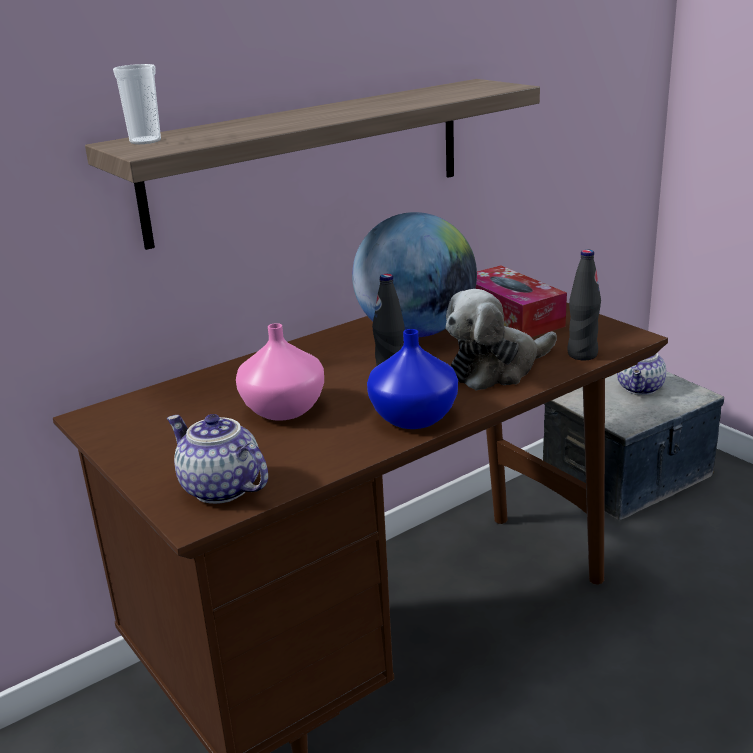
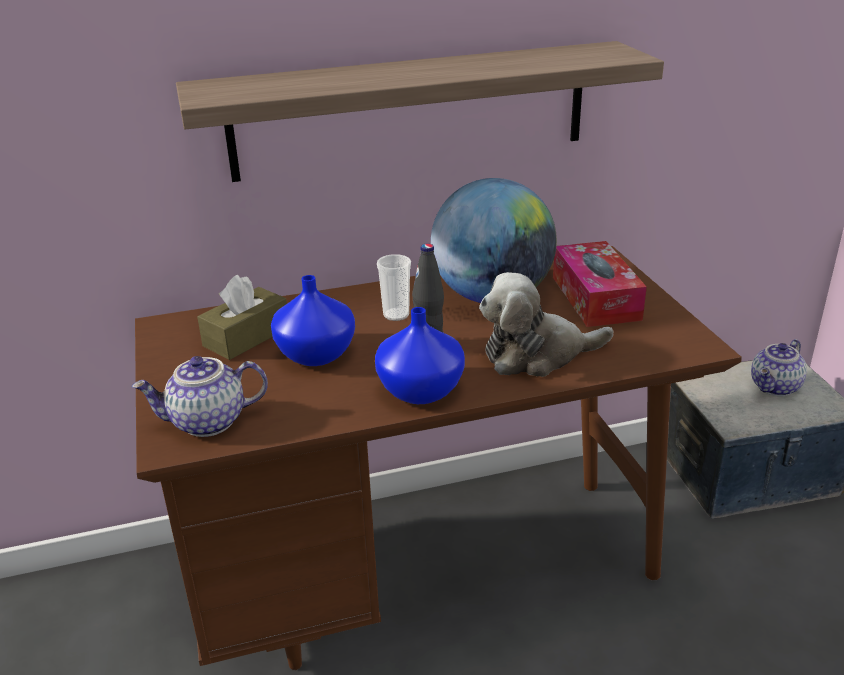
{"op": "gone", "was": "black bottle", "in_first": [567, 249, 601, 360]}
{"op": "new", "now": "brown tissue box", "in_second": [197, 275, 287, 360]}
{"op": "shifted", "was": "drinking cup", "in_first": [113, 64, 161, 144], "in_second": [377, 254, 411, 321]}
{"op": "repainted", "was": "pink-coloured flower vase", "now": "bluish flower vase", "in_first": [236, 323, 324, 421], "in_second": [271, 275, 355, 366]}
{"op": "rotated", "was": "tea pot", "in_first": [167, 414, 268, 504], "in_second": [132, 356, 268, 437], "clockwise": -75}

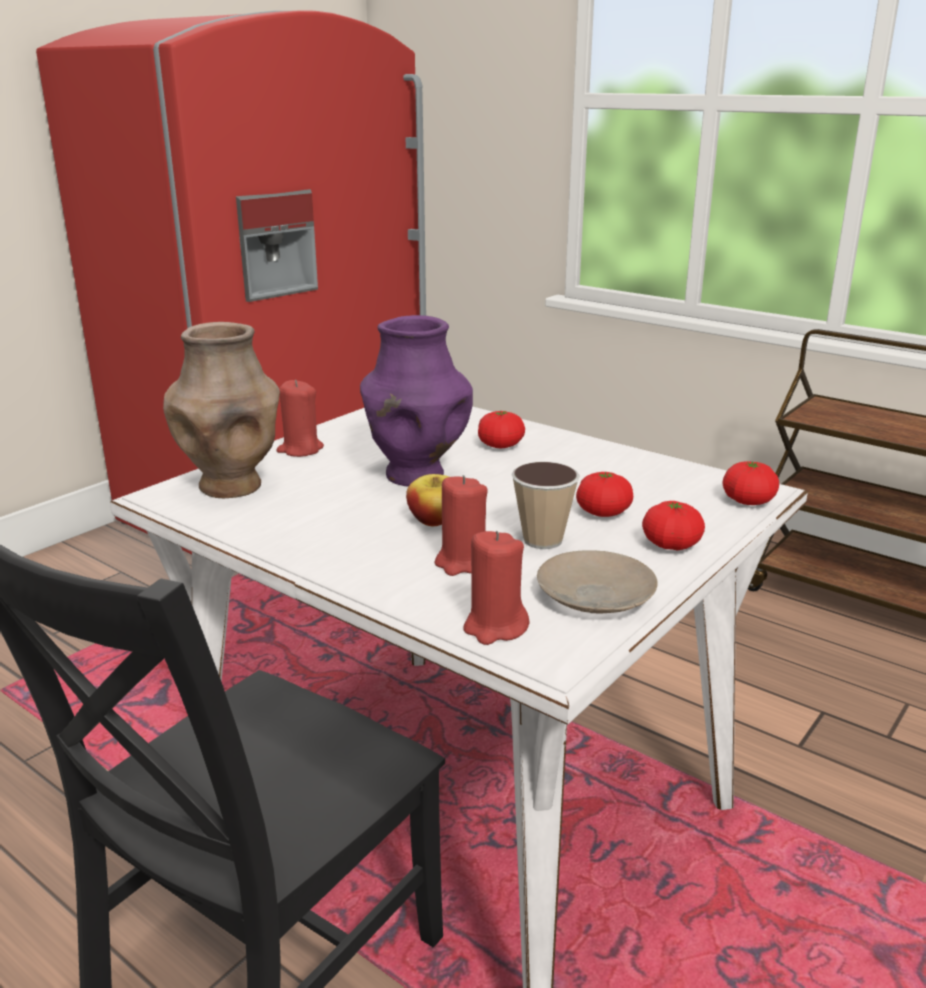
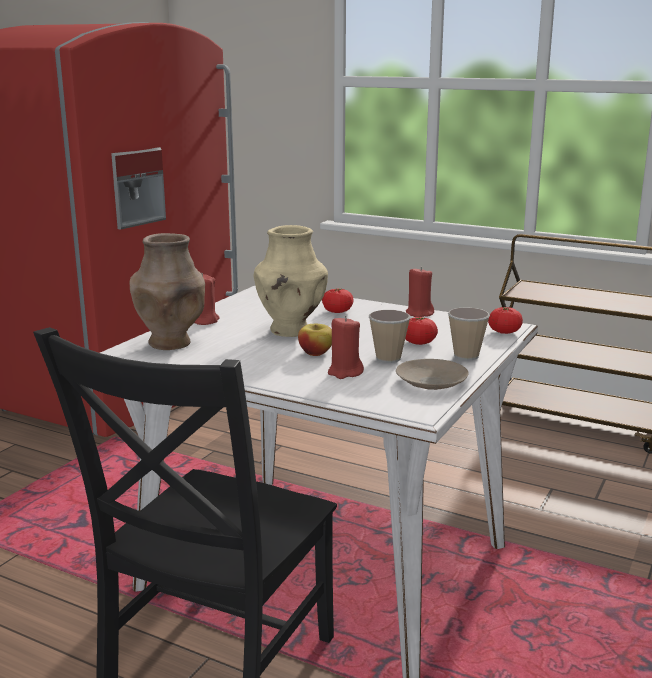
{"op": "shifted", "was": "reddish wax light", "in_first": [463, 531, 529, 645], "in_second": [406, 267, 434, 317]}
{"op": "swapped", "was": "whole tomato", "now": "drinking cup", "in_first": [642, 501, 705, 550], "in_second": [448, 308, 490, 360]}
{"op": "repainted", "was": "purplish flower vase", "now": "sand-coloured flower vase", "in_first": [360, 315, 473, 487], "in_second": [254, 225, 328, 337]}

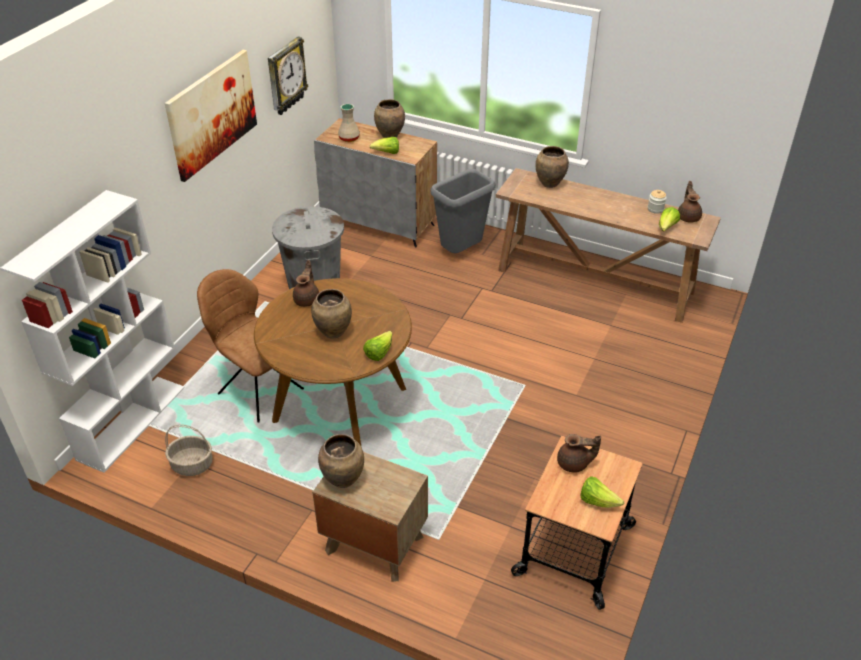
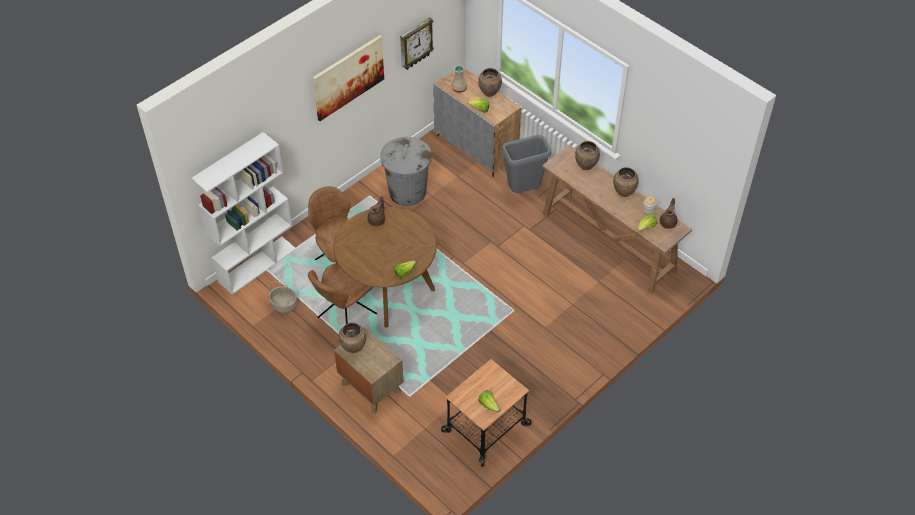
{"op": "gone", "was": "brown tea pot", "in_first": [557, 434, 601, 472]}
{"op": "new", "now": "brown chair", "in_second": [308, 263, 377, 324]}
{"op": "shifted", "was": "brown flower vase", "in_first": [311, 289, 352, 338], "in_second": [613, 167, 639, 197]}

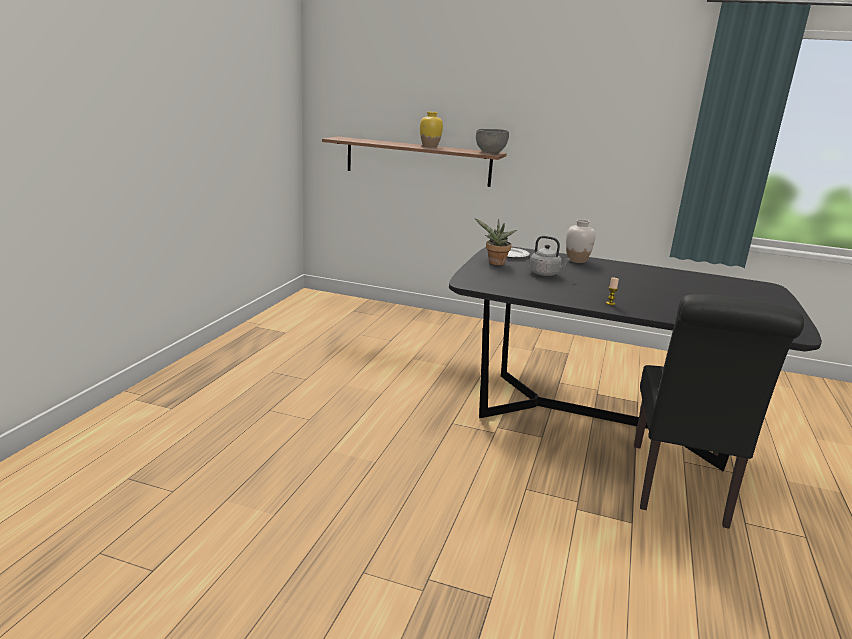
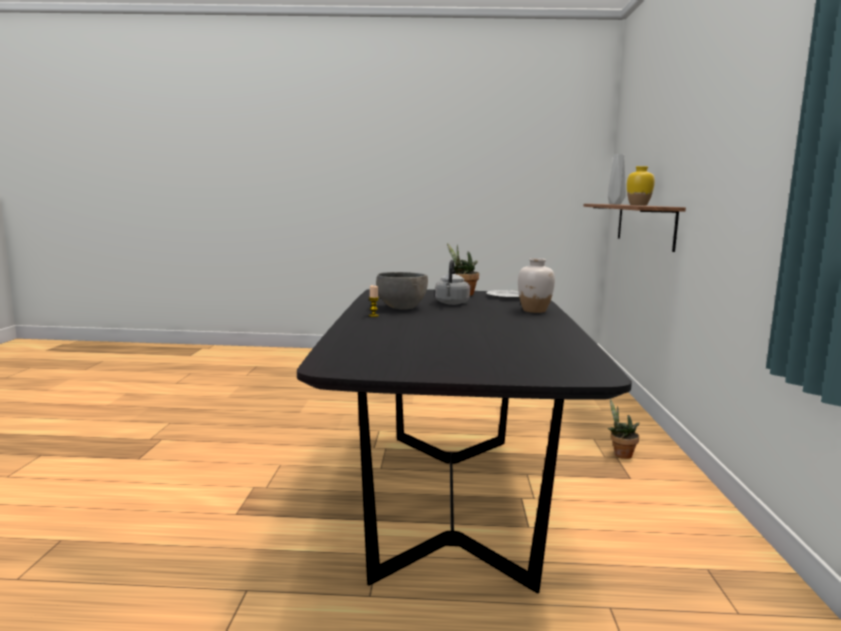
{"op": "gone", "was": "black chair", "in_first": [634, 294, 804, 529]}
{"op": "new", "now": "gray flower vase", "in_second": [608, 154, 626, 204]}
{"op": "new", "now": "houseplant", "in_second": [608, 399, 639, 459]}
{"op": "shifted", "was": "gray bowl", "in_first": [476, 129, 509, 153], "in_second": [376, 272, 428, 310]}

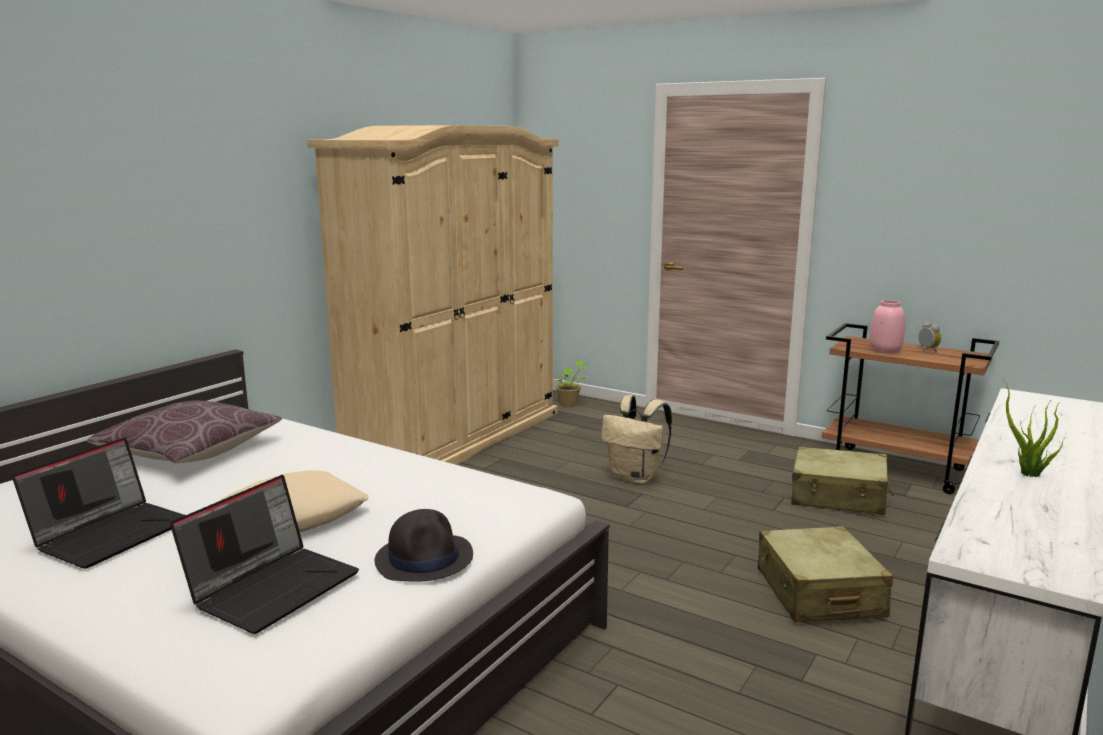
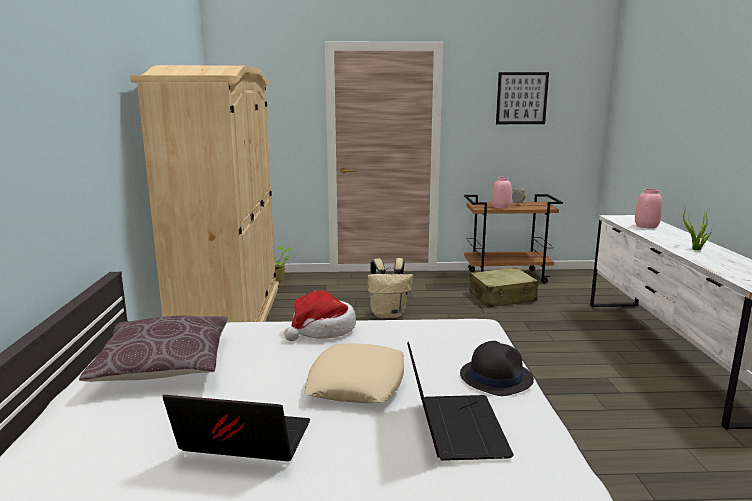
{"op": "gone", "was": "sand-coloured piece of luggage", "in_first": [758, 526, 893, 622]}
{"op": "new", "now": "wearable hat", "in_second": [284, 291, 356, 341]}
{"op": "new", "now": "wall picture", "in_second": [496, 72, 549, 124]}
{"op": "new", "now": "pink-coloured flower vase", "in_second": [635, 189, 662, 229]}
{"op": "rotated", "was": "notebook computer", "in_first": [12, 437, 185, 569], "in_second": [163, 395, 310, 461], "clockwise": -75}

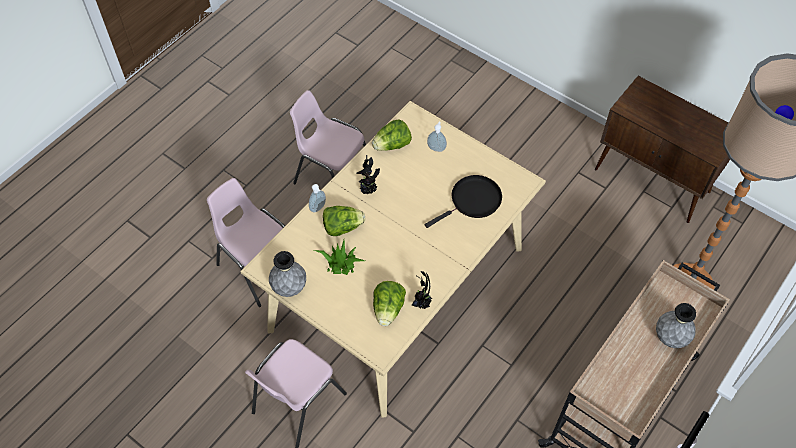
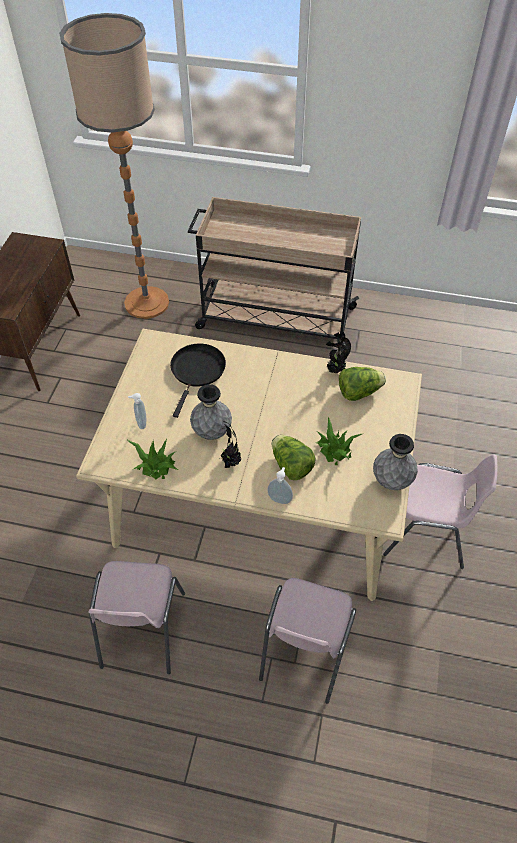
{"op": "shifted", "was": "gray flower vase", "in_first": [656, 303, 696, 348], "in_second": [190, 384, 232, 440]}
{"op": "swapped", "was": "lettuce head", "now": "houseplant", "in_first": [372, 119, 412, 151], "in_second": [128, 439, 178, 480]}
{"op": "rotated", "was": "black frying pan", "in_first": [425, 175, 502, 228], "in_second": [170, 344, 226, 418], "clockwise": 75}

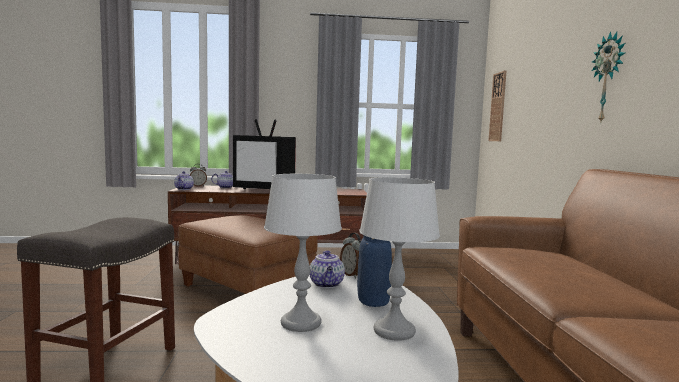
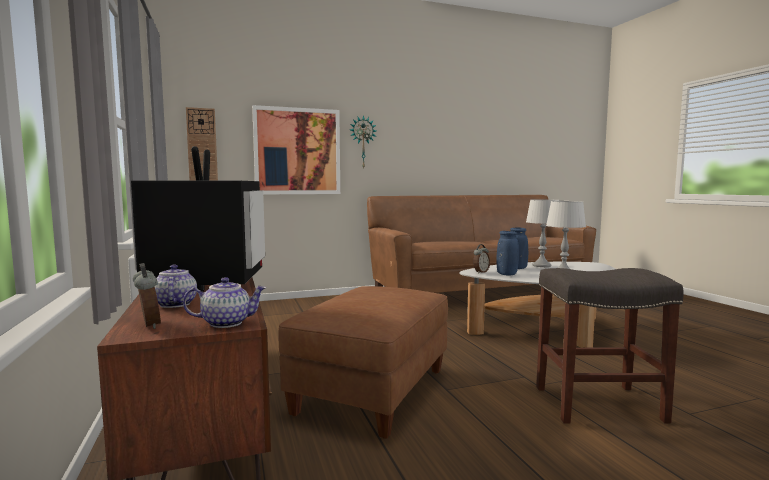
{"op": "new", "now": "wall picture", "in_second": [252, 105, 340, 194]}
{"op": "swapped", "was": "tea pot", "now": "bluish flower vase", "in_first": [309, 250, 345, 288], "in_second": [496, 231, 519, 276]}

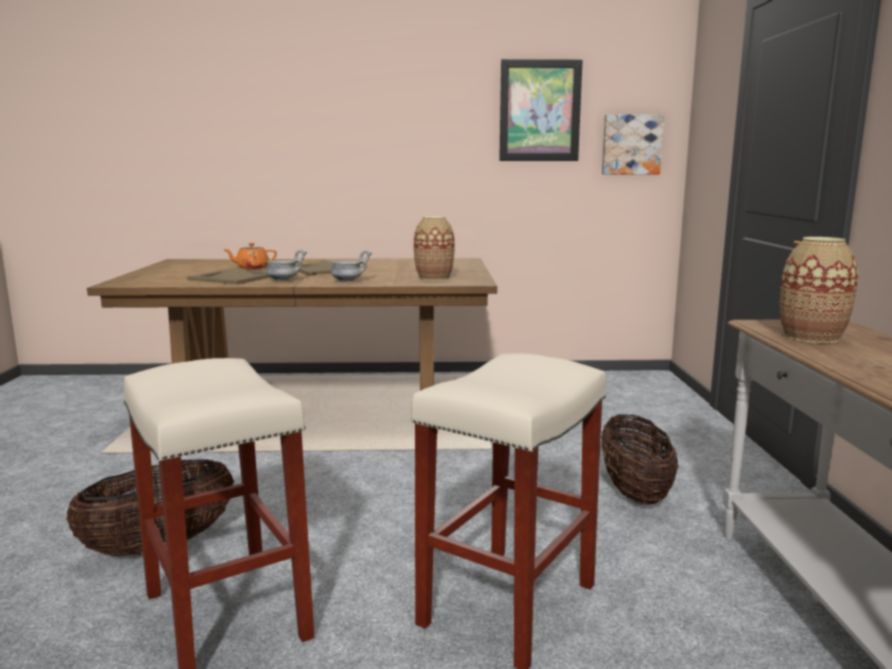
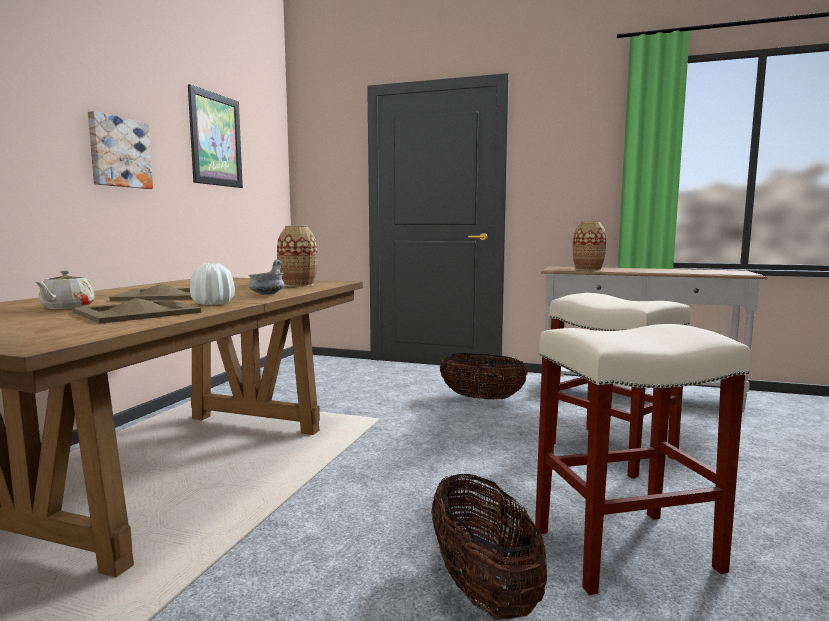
{"op": "shifted", "was": "wall picture", "in_first": [602, 115, 664, 174], "in_second": [88, 111, 153, 189]}
{"op": "swapped", "was": "gray bowl", "now": "white flower vase", "in_first": [266, 250, 307, 281], "in_second": [190, 263, 235, 305]}
{"op": "repainted", "was": "orangey tea pot", "now": "sand-coloured tea pot", "in_first": [223, 243, 277, 269], "in_second": [35, 270, 95, 309]}

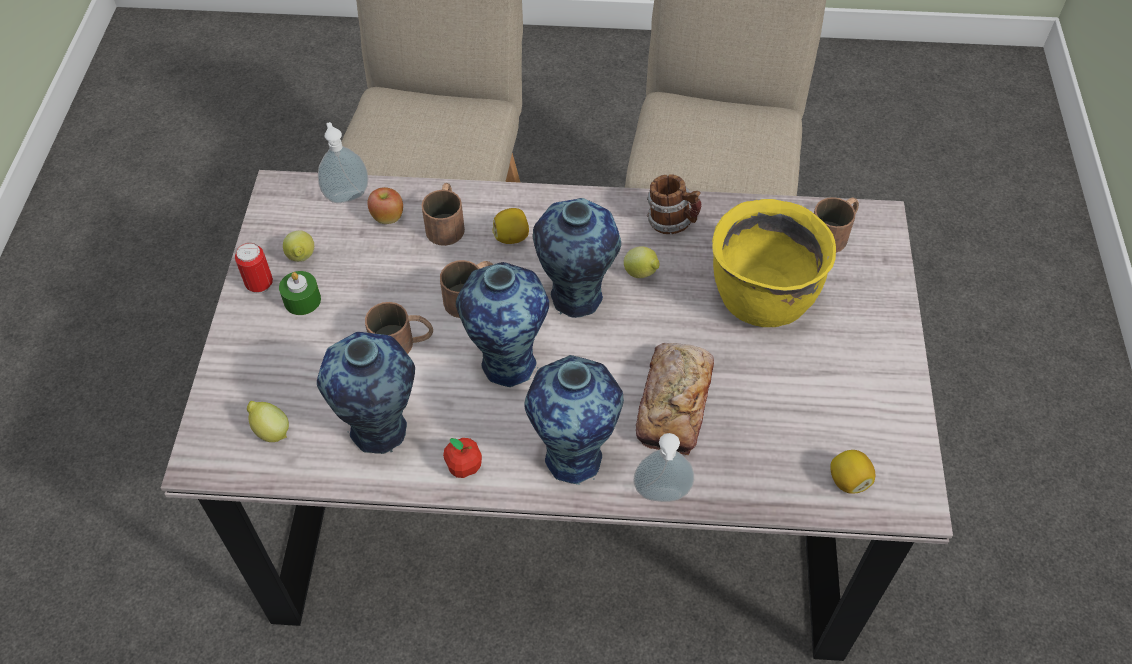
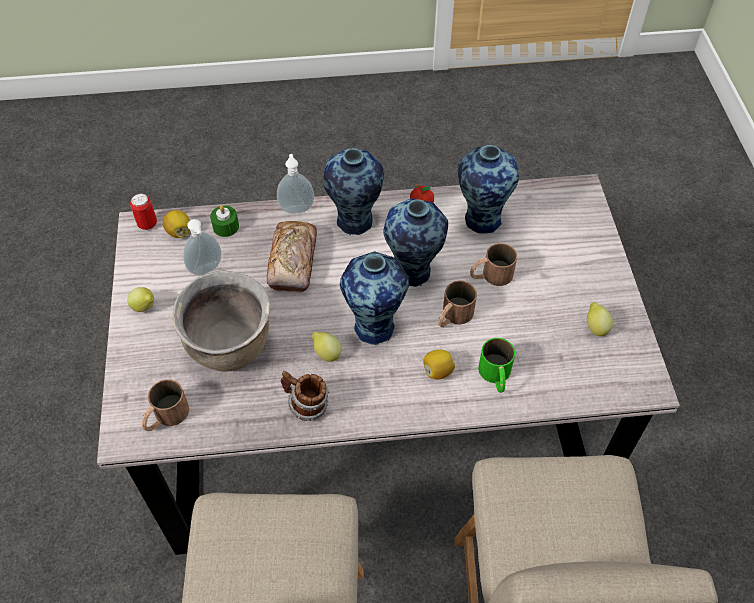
{"op": "gone", "was": "apple fruit", "in_first": [367, 187, 403, 224]}
{"op": "shifted", "was": "metal can", "in_first": [235, 243, 273, 294], "in_second": [130, 193, 157, 231]}
{"op": "shifted", "was": "lemon", "in_first": [247, 401, 289, 442], "in_second": [127, 287, 154, 312]}
{"op": "shifted", "was": "greenish wax light", "in_first": [279, 271, 321, 315], "in_second": [210, 205, 239, 237]}
{"op": "shifted", "was": "liquid soap bottle", "in_first": [318, 122, 368, 203], "in_second": [183, 219, 222, 275]}
{"op": "repainted", "was": "brown mug", "now": "greenish mug", "in_first": [421, 183, 465, 246], "in_second": [478, 338, 515, 393]}
{"op": "repainted", "was": "yellow-coloured saucepot", "now": "brown saucepot", "in_first": [712, 199, 836, 327], "in_second": [172, 271, 270, 372]}

